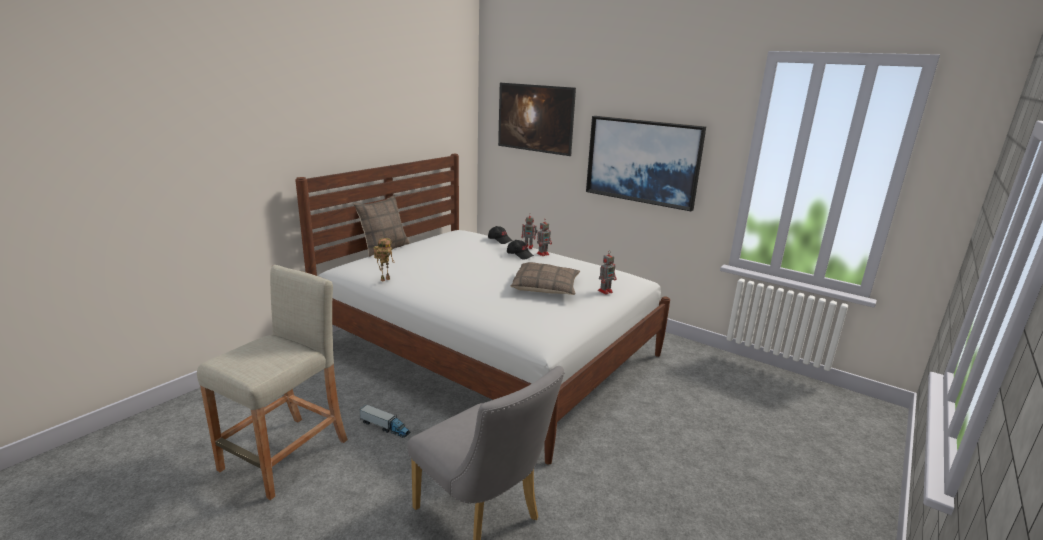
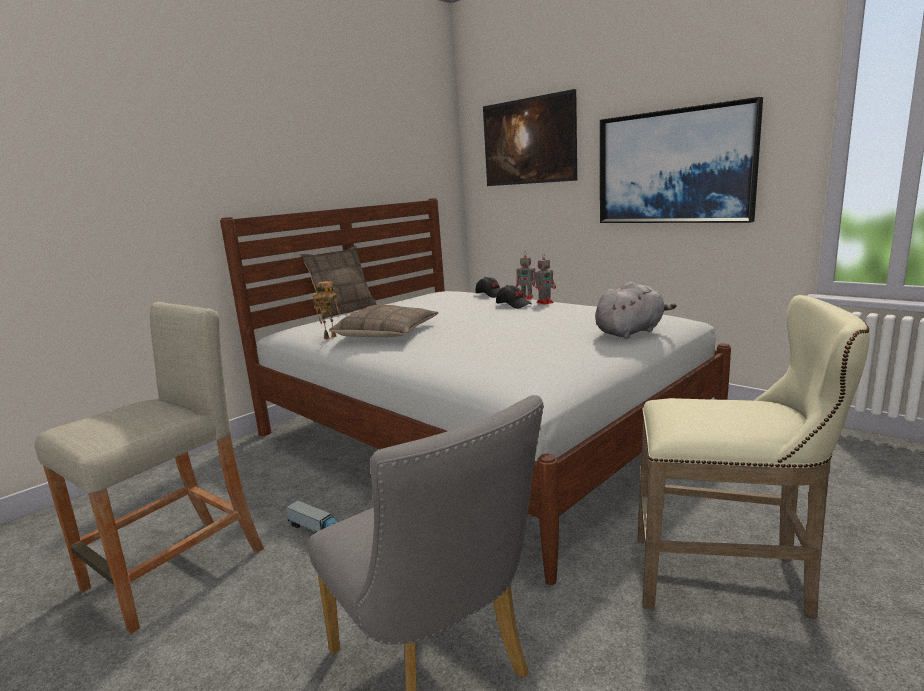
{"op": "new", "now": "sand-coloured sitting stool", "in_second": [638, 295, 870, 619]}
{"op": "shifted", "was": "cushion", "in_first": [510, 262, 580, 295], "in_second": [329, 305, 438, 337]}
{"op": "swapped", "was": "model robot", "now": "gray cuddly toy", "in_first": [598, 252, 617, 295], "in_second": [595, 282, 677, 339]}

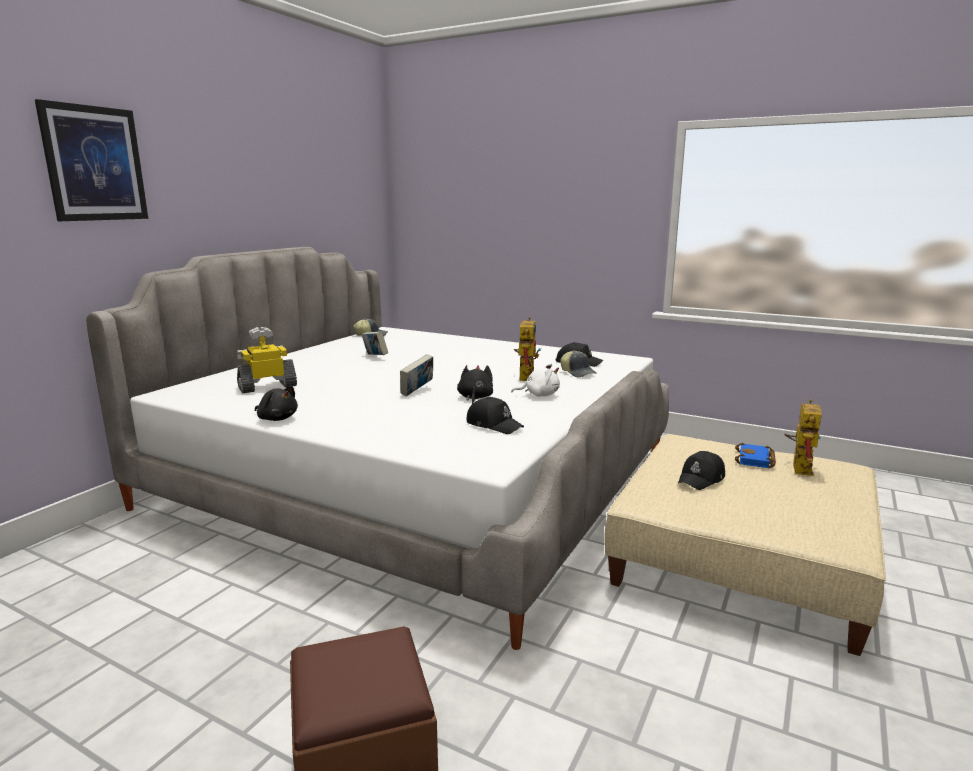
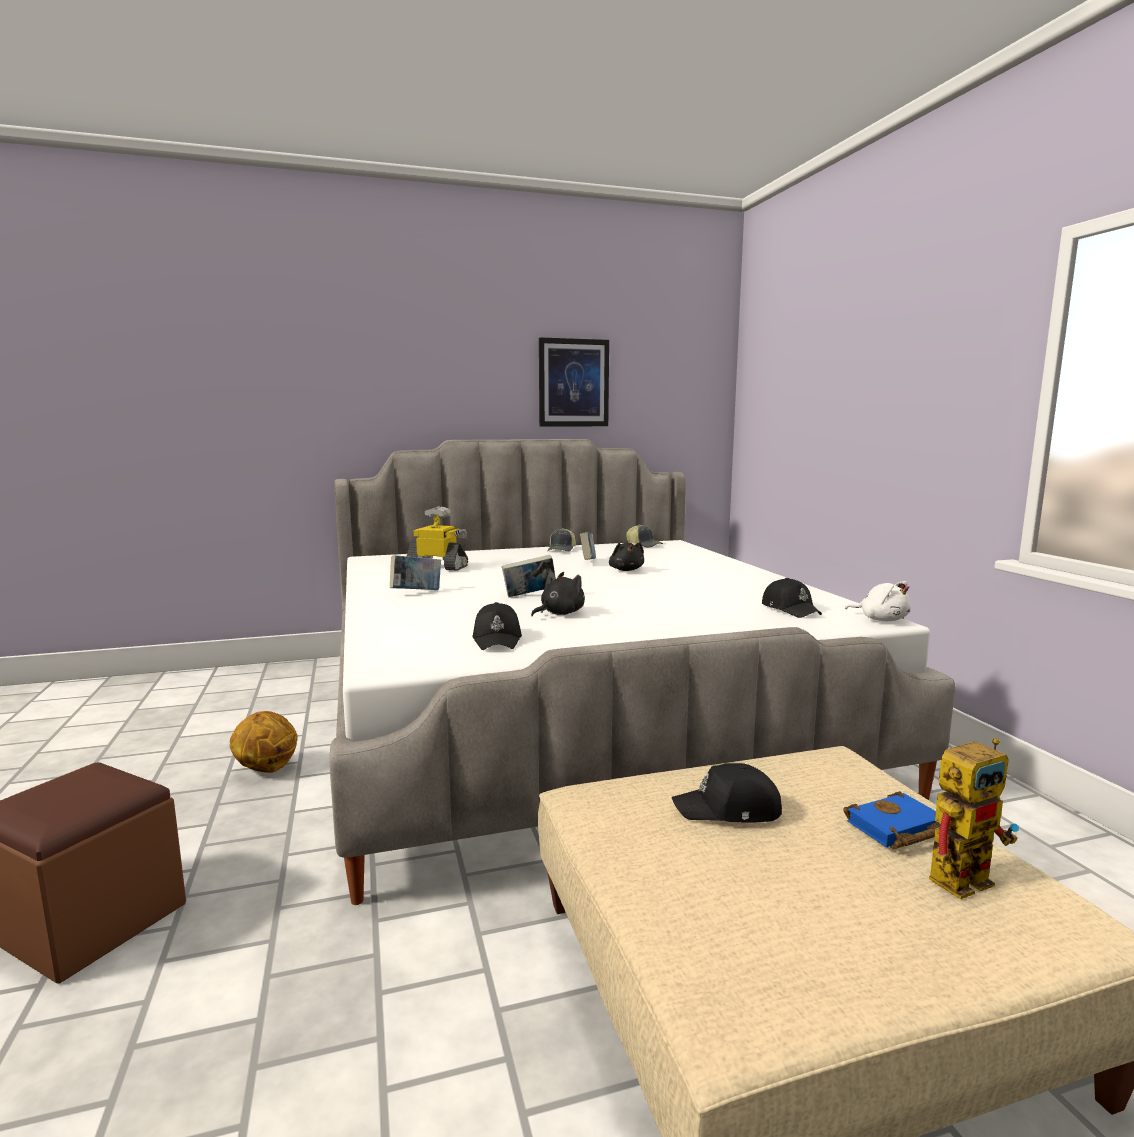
{"op": "gone", "was": "model robot", "in_first": [514, 317, 541, 381]}
{"op": "new", "now": "basketball ball", "in_second": [230, 711, 297, 773]}
{"op": "new", "now": "volume", "in_second": [390, 555, 441, 590]}
{"op": "shifted", "was": "wall picture", "in_first": [35, 99, 148, 221], "in_second": [539, 337, 609, 426]}
{"op": "shifted", "was": "black cuddly toy", "in_first": [255, 386, 298, 421], "in_second": [609, 542, 644, 571]}
{"op": "shifted", "was": "white cuddly toy", "in_first": [511, 364, 560, 397], "in_second": [845, 581, 911, 621]}
{"op": "shifted", "was": "baseball cap", "in_first": [560, 350, 597, 377], "in_second": [547, 528, 576, 551]}

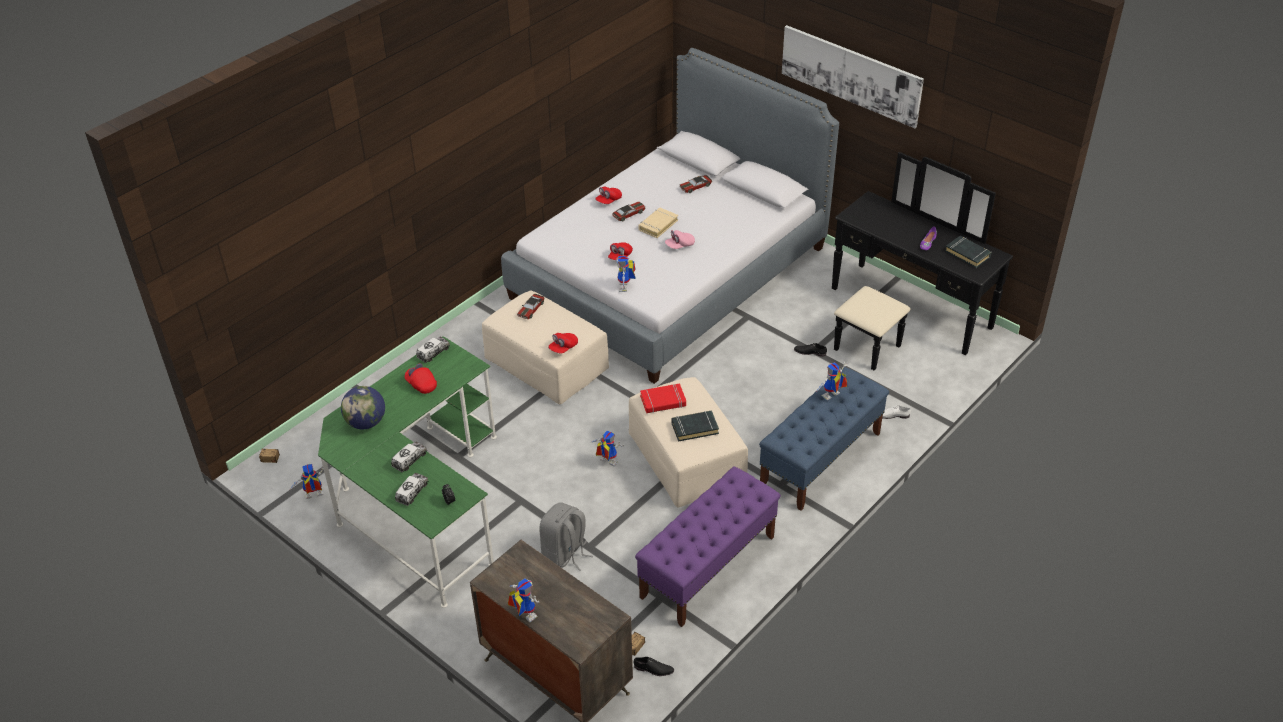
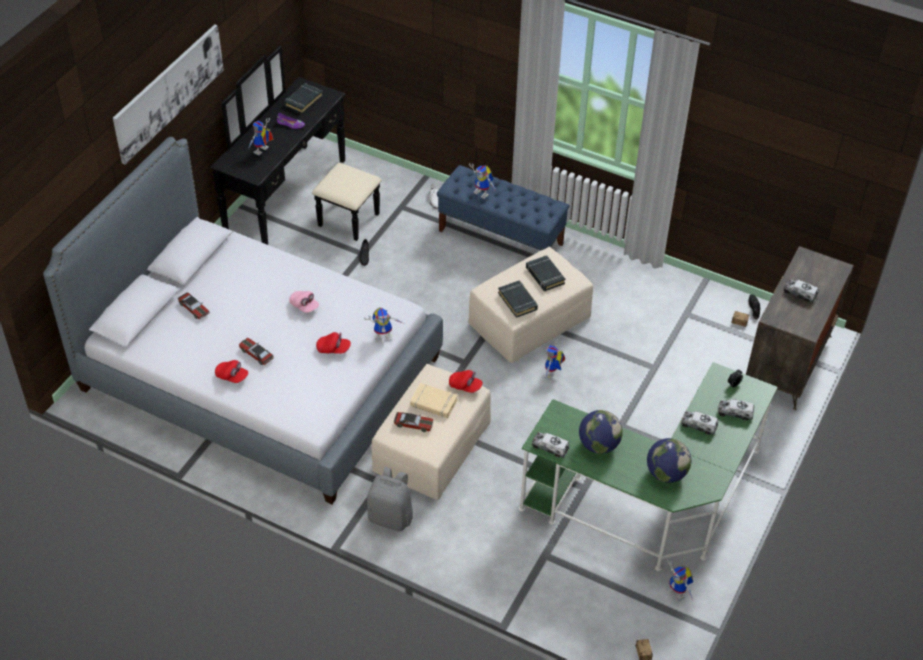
{"op": "gone", "was": "purplish bench", "in_first": [635, 467, 781, 627]}
{"op": "new", "now": "toy lorry", "in_second": [783, 279, 819, 303]}
{"op": "shifted", "was": "model robot", "in_first": [508, 578, 539, 622], "in_second": [248, 118, 274, 155]}
{"op": "shifted", "was": "gray rucksack", "in_first": [539, 502, 593, 571], "in_second": [367, 467, 413, 531]}
{"op": "shifted", "was": "sand-coloured volume", "in_first": [639, 208, 678, 238], "in_second": [410, 383, 458, 418]}
{"op": "swapped", "was": "reddish baseball cap", "now": "globe", "in_first": [405, 363, 437, 394], "in_second": [579, 410, 623, 454]}
{"op": "repainted", "was": "reddish volume", "now": "black volume", "in_first": [640, 383, 686, 413], "in_second": [498, 281, 538, 318]}

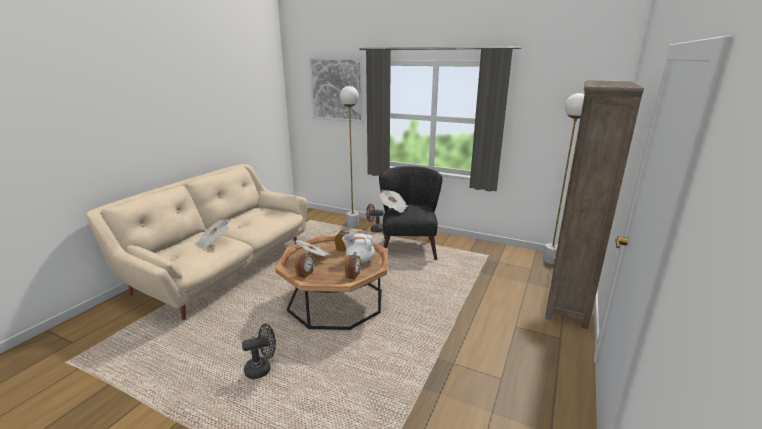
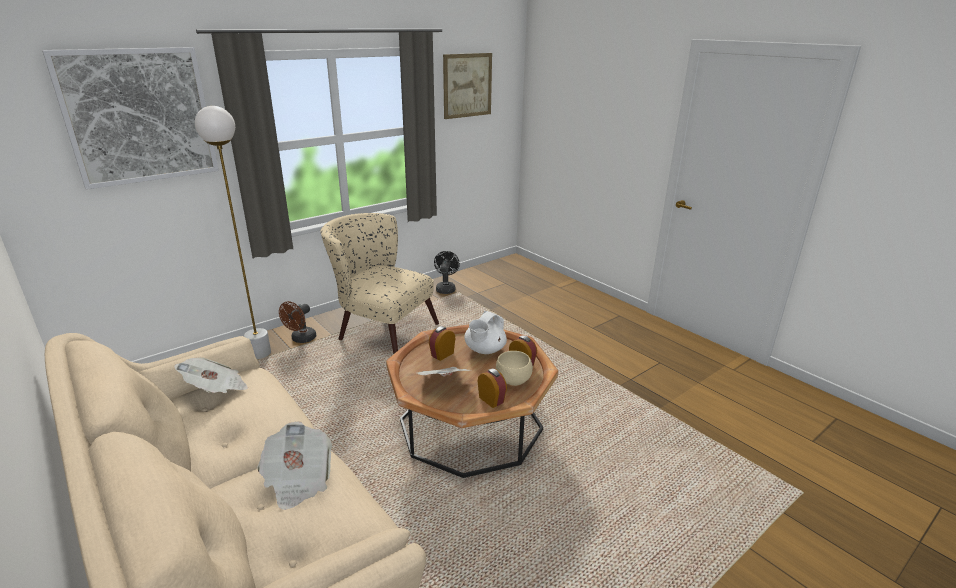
{"op": "gone", "was": "white standard lamp", "in_first": [543, 93, 585, 264]}
{"op": "gone", "was": "brown bookcase", "in_first": [545, 80, 644, 329]}
{"op": "new", "now": "wall picture", "in_second": [443, 53, 492, 119]}
{"op": "new", "now": "sand-coloured bowl", "in_second": [496, 351, 533, 386]}
{"op": "shifted", "was": "black cooling fan", "in_first": [242, 324, 276, 379], "in_second": [434, 251, 460, 294]}
{"op": "shifted", "was": "newspaper", "in_first": [379, 190, 408, 213], "in_second": [174, 357, 248, 393]}
{"op": "repainted", "was": "black easy chair", "now": "sand-coloured easy chair", "in_first": [379, 166, 443, 260], "in_second": [320, 213, 439, 354]}

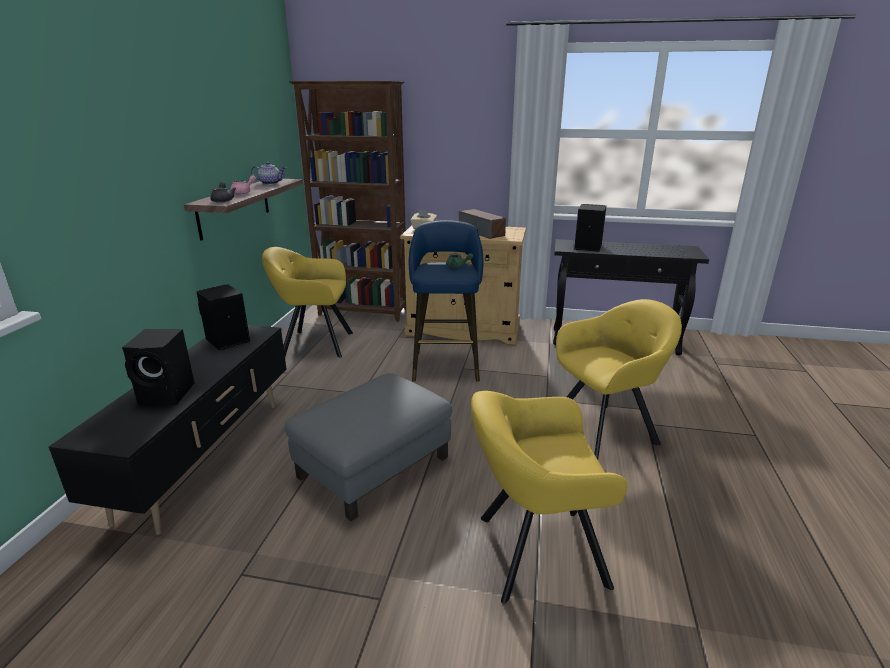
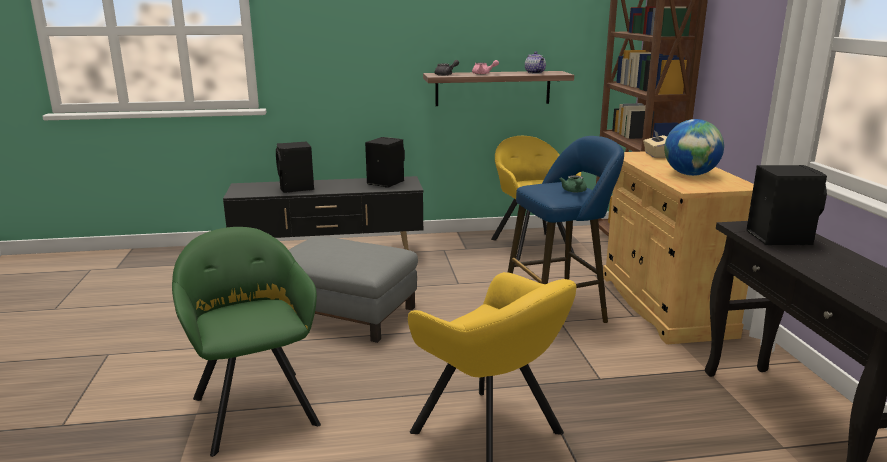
{"op": "swapped", "was": "loudspeaker", "now": "globe", "in_first": [459, 209, 506, 239], "in_second": [665, 119, 724, 176]}
{"op": "repainted", "was": "yellow-coloured easy chair", "now": "greenish easy chair", "in_first": [471, 391, 628, 603], "in_second": [172, 227, 321, 457]}

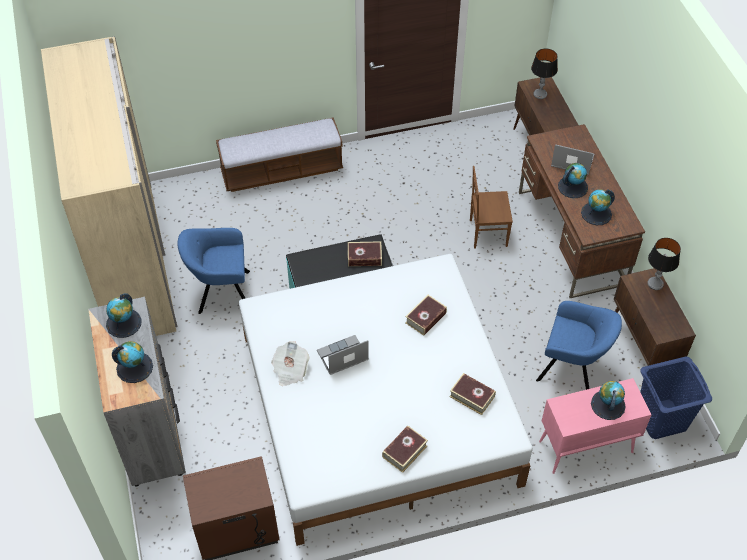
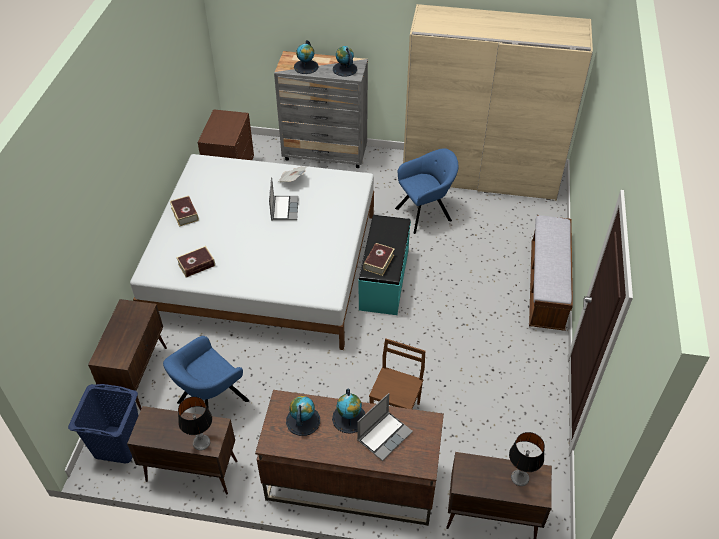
{"op": "gone", "was": "volume", "in_first": [405, 295, 447, 336]}
{"op": "gone", "was": "globe", "in_first": [591, 381, 626, 420]}
{"op": "repainted", "was": "pink-coloured cupboard", "now": "brown cupboard", "in_first": [539, 378, 652, 474], "in_second": [88, 299, 167, 411]}
{"op": "rotated", "was": "bluish easy chair", "in_first": [177, 228, 250, 314], "in_second": [395, 148, 458, 234], "clockwise": 45}

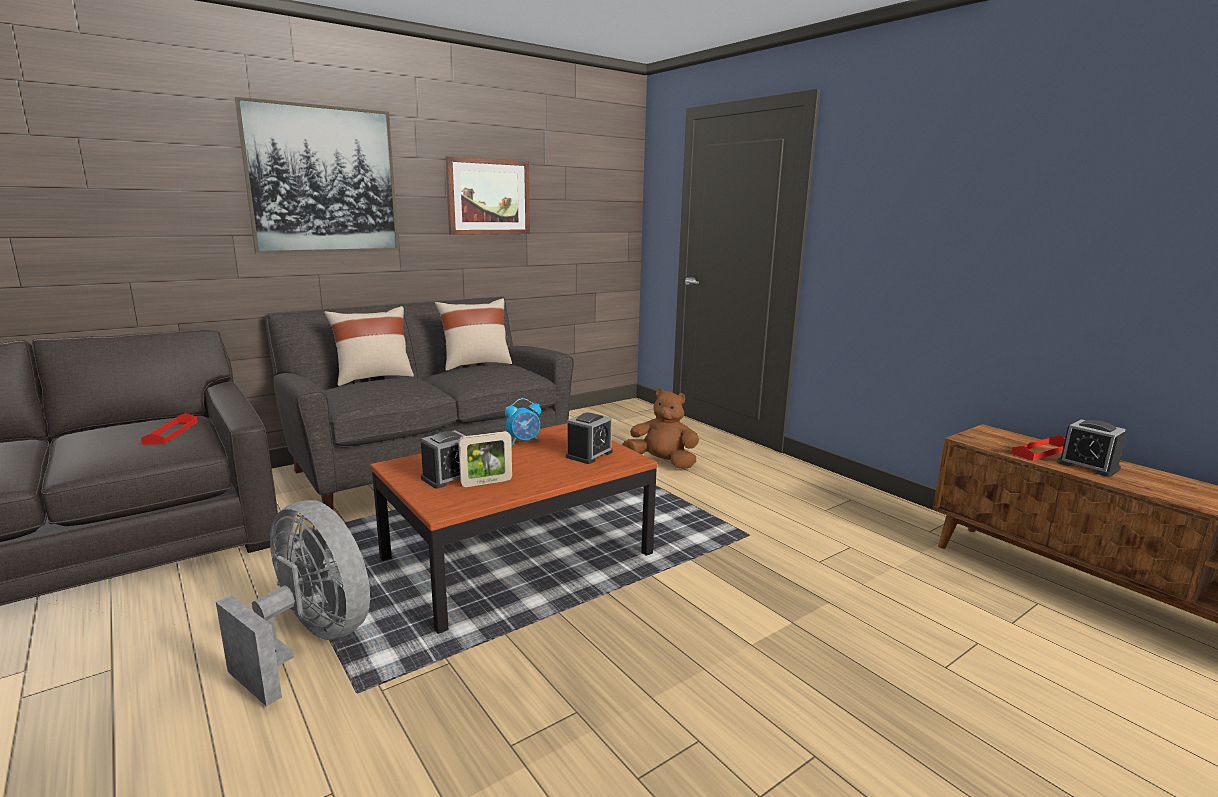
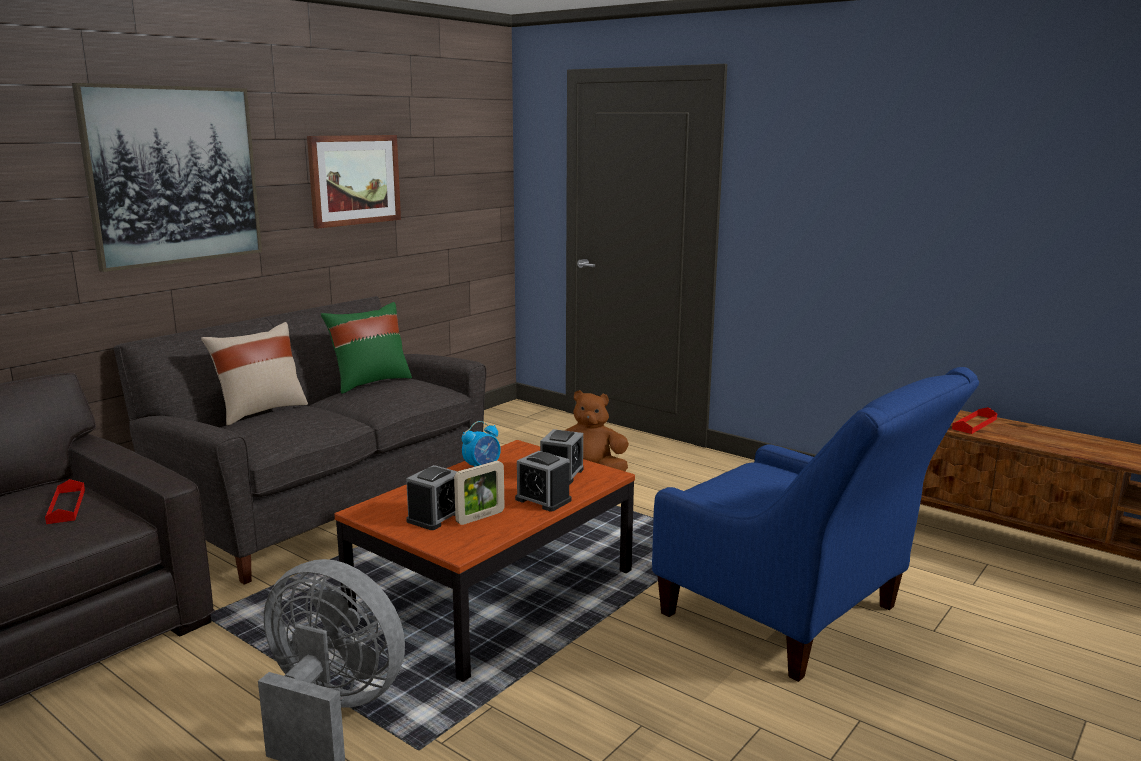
{"op": "new", "now": "bluish easy chair", "in_second": [652, 367, 979, 682]}
{"op": "shifted", "was": "alarm clock", "in_first": [1057, 419, 1127, 477], "in_second": [515, 451, 571, 512]}
{"op": "repainted", "was": "sand-coloured cushion", "now": "greenish cushion", "in_first": [435, 298, 512, 371], "in_second": [321, 302, 412, 394]}

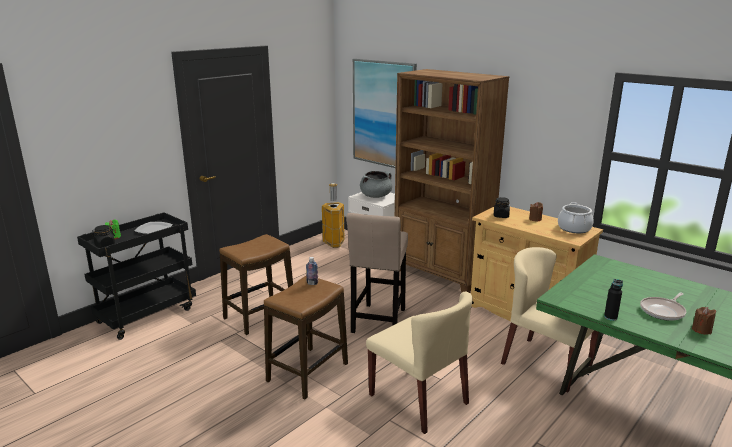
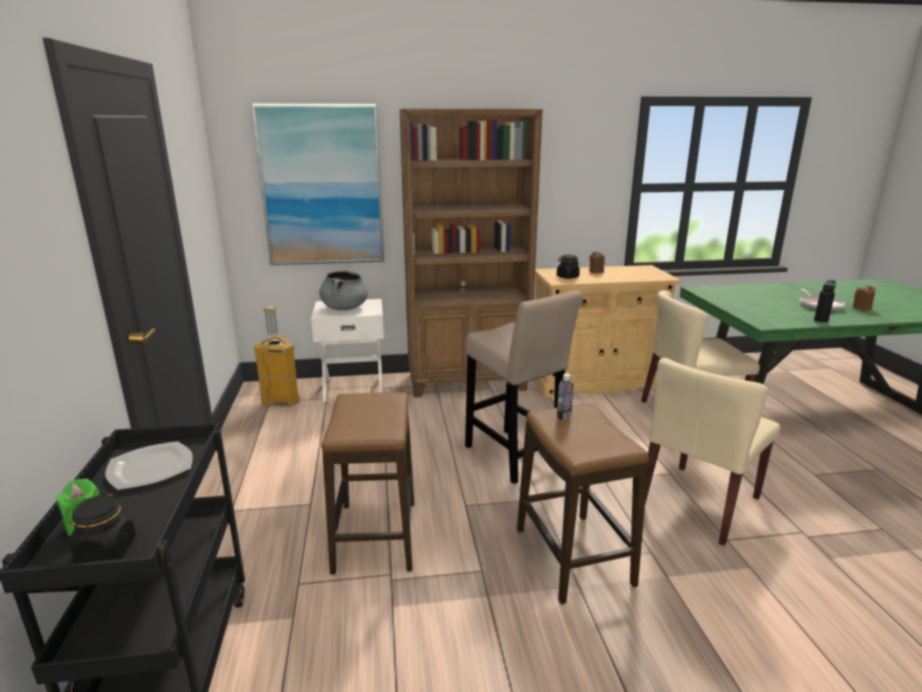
{"op": "gone", "was": "saucepot", "in_first": [558, 202, 594, 233]}
{"op": "rotated", "was": "sand-coloured chair", "in_first": [366, 291, 473, 434], "in_second": [645, 358, 780, 546], "clockwise": 135}

